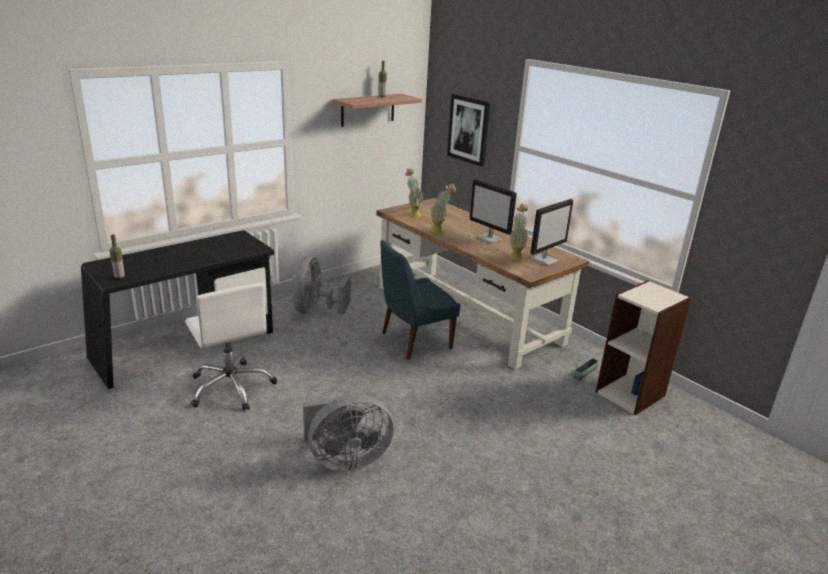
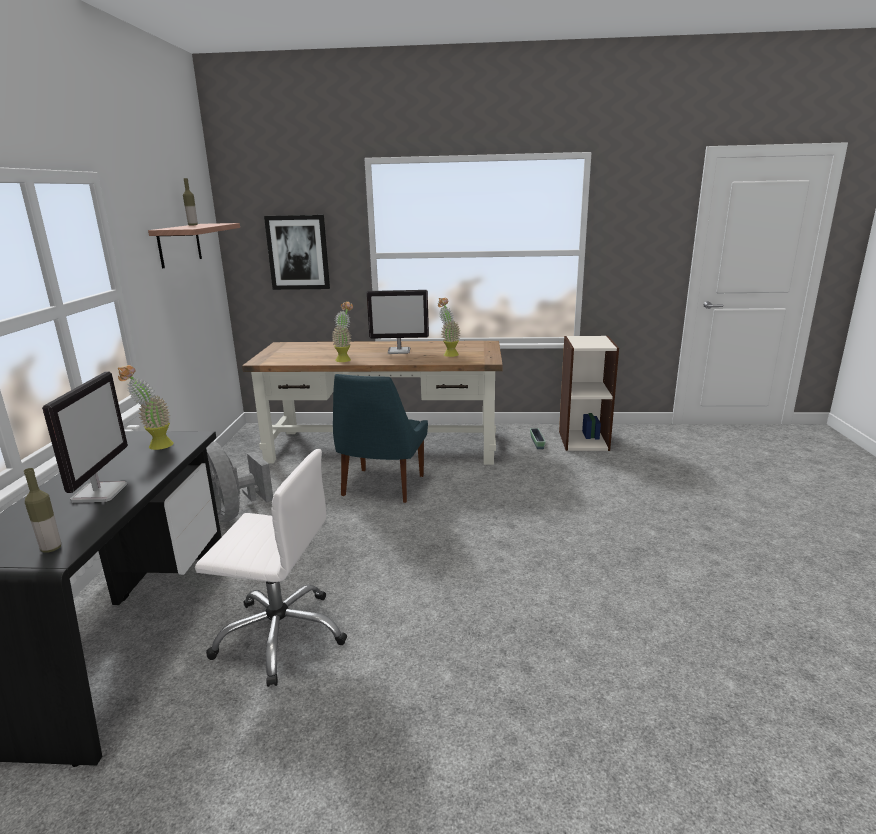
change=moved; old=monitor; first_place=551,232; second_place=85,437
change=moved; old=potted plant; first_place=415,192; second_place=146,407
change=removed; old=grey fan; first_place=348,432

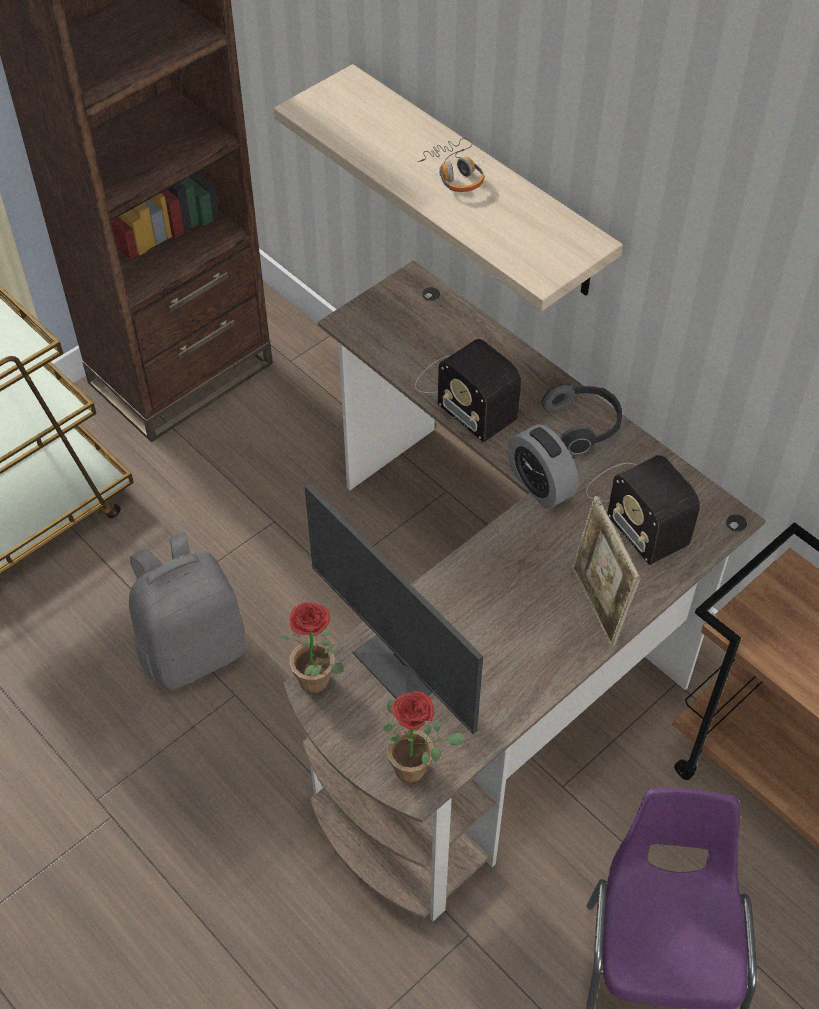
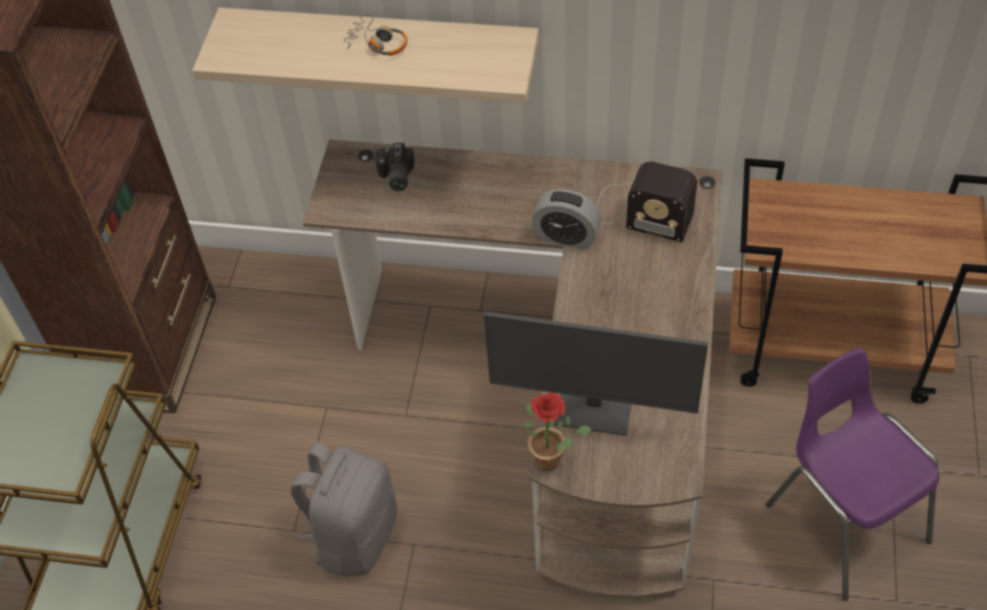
change=added; new=photo camera; second_place=394,167
change=removed; old=potted plant; first_place=424,737
change=removed; old=radio; first_place=468,390
change=removed; old=headphones; first_place=581,418
change=removed; old=picture frame; first_place=606,571

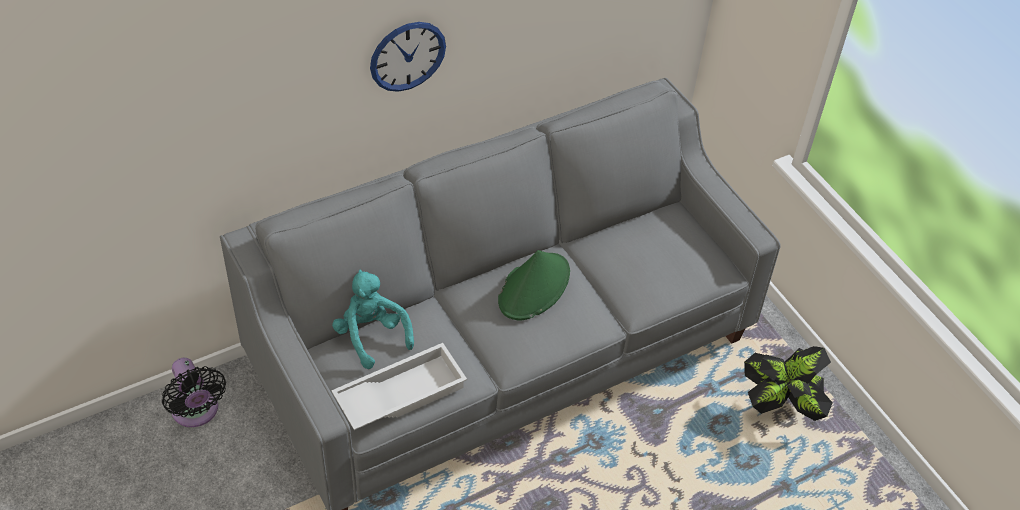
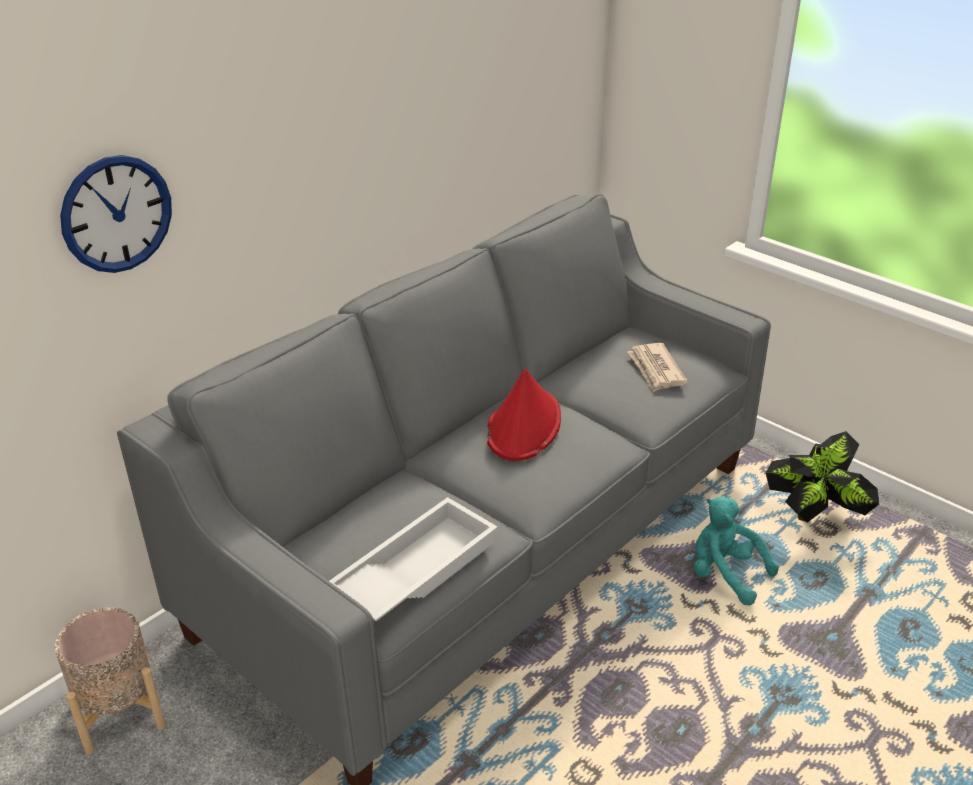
change=replaced; old=black fan; new=beige planter; first_place=194,392; second_place=110,681
change=moved; old=wall clock; first_place=408,57; second_place=116,214
change=recoloured; old=green hat; new=red hat; first_place=534,285; second_place=524,415
change=added; new=newspaper; second_place=657,367
change=moved; old=turquoise plush toy; first_place=373,319; second_place=736,551

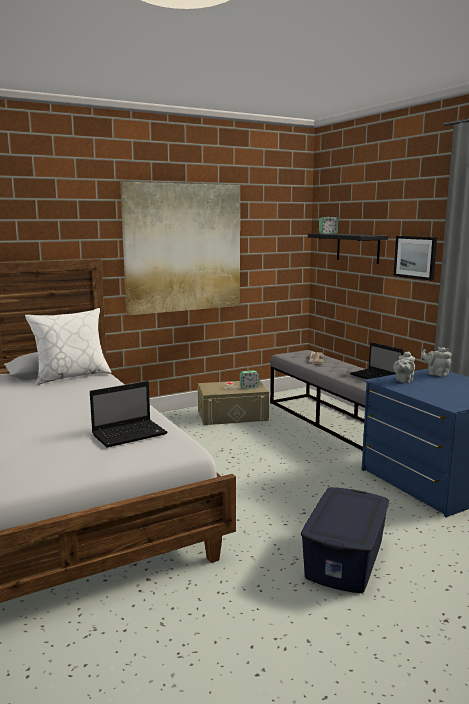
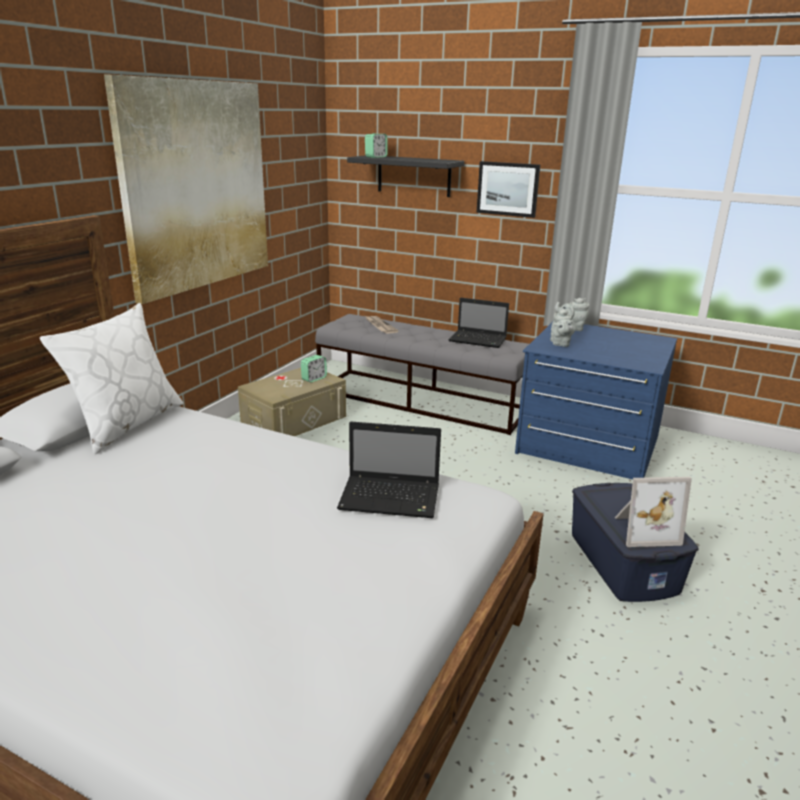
change=turned; old=laptop; first_place=129,414; second_place=389,470; degrees=75
change=added; new=picture frame; second_place=653,512

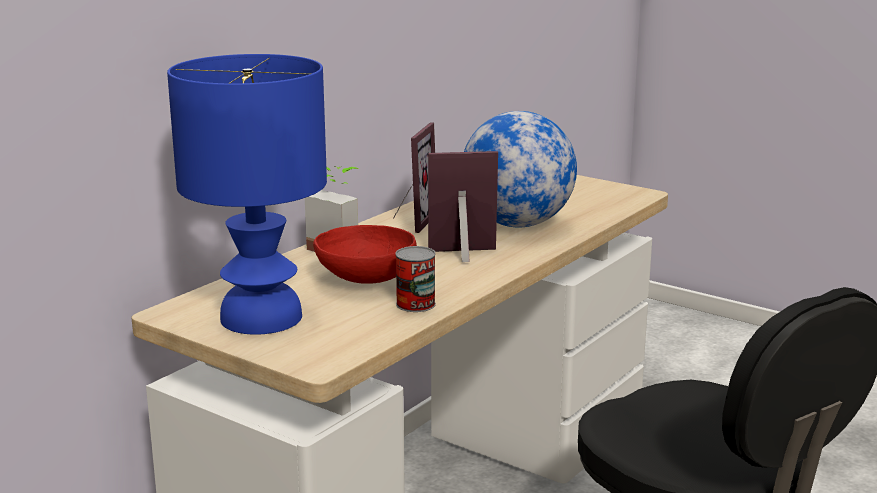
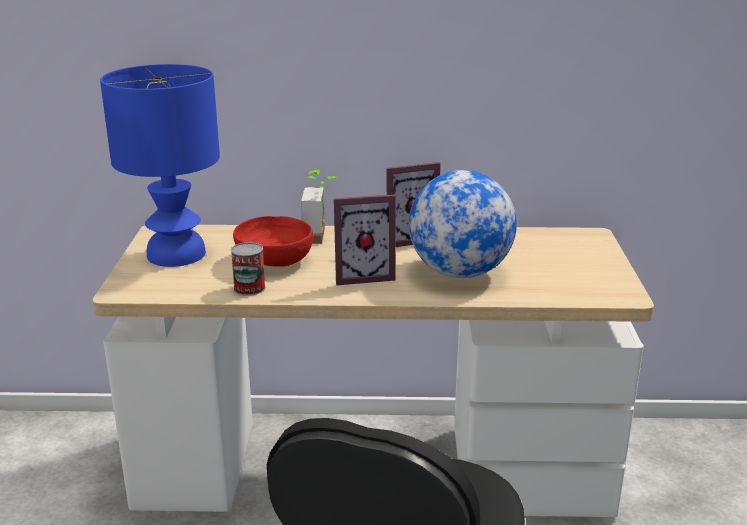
change=turned; old=picture frame; first_place=463,206; second_place=365,239; degrees=120

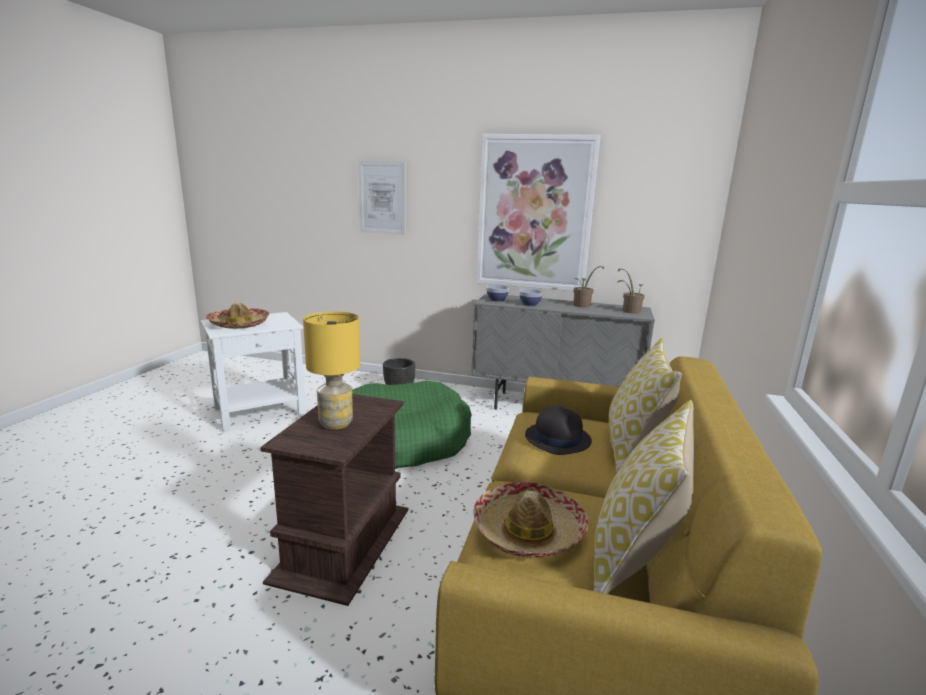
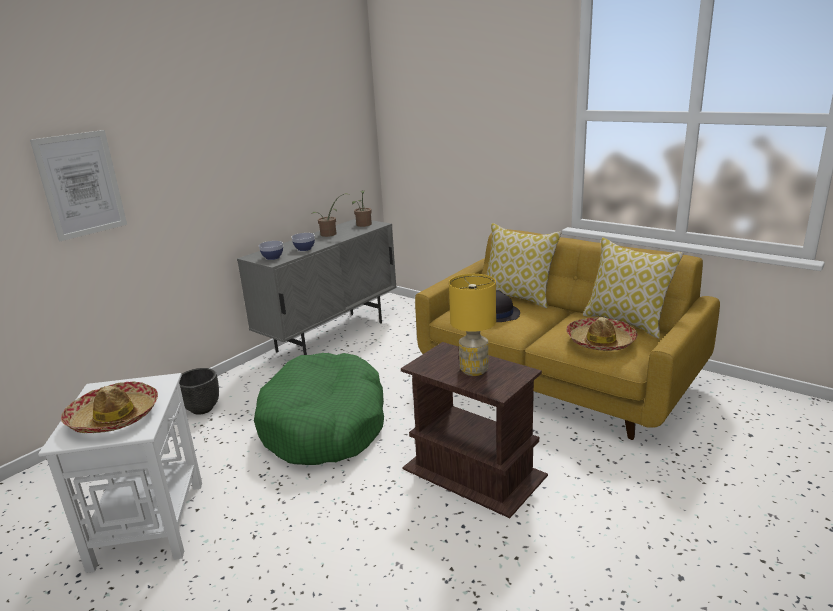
change=removed; old=picture; first_place=538,212

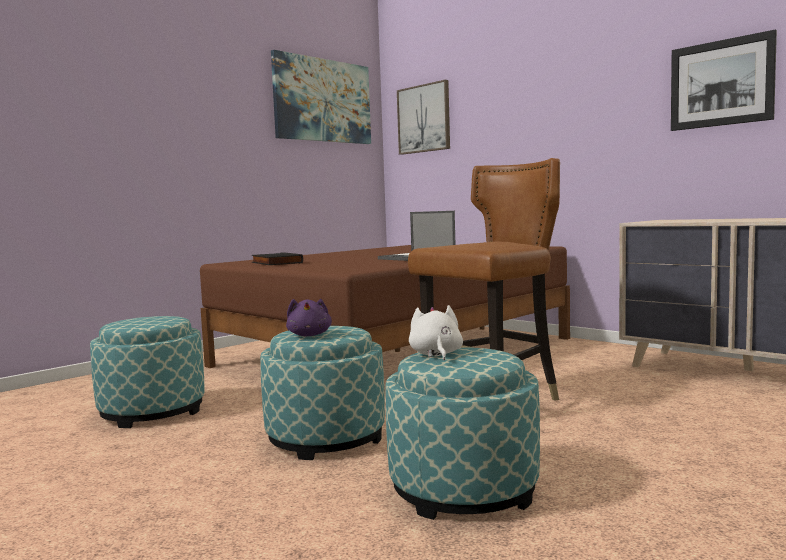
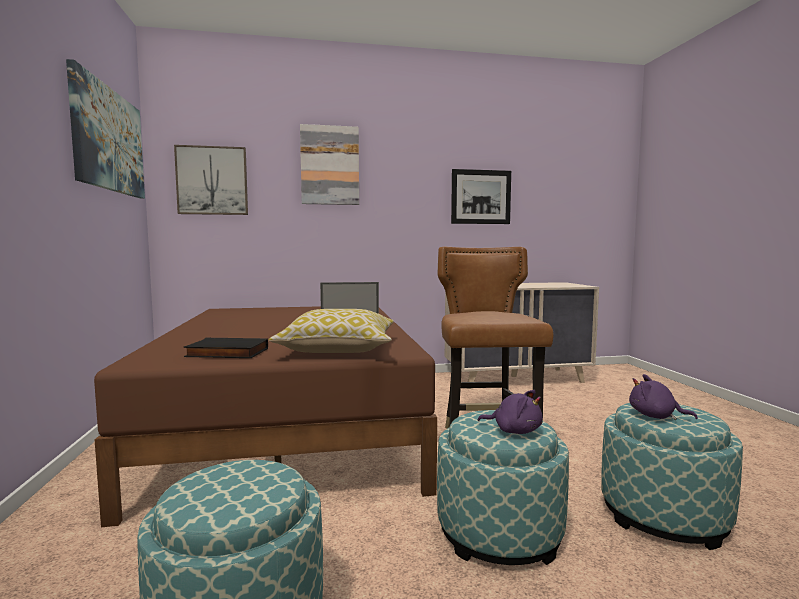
change=added; new=pillow; second_place=331,331
change=added; new=picture; second_place=329,164
change=recoloured; old=white plush toy; new=purple plush toy; first_place=436,332; second_place=663,397

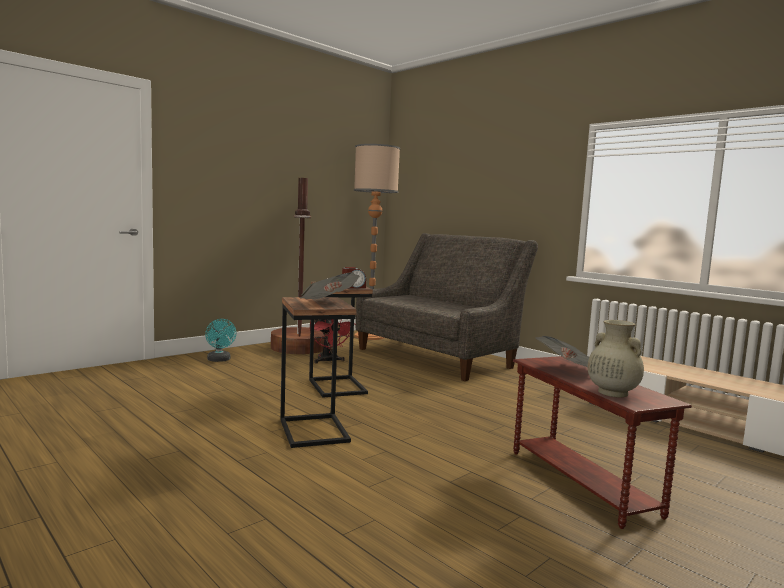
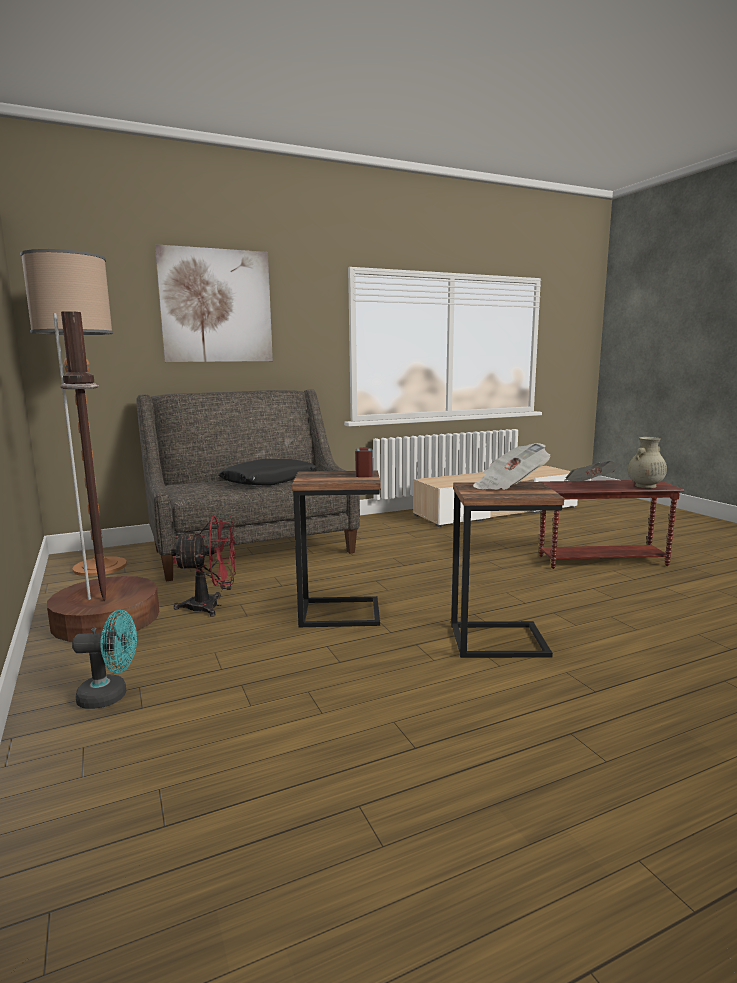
change=added; new=picture; second_place=214,303
change=added; new=black pillow; second_place=267,472

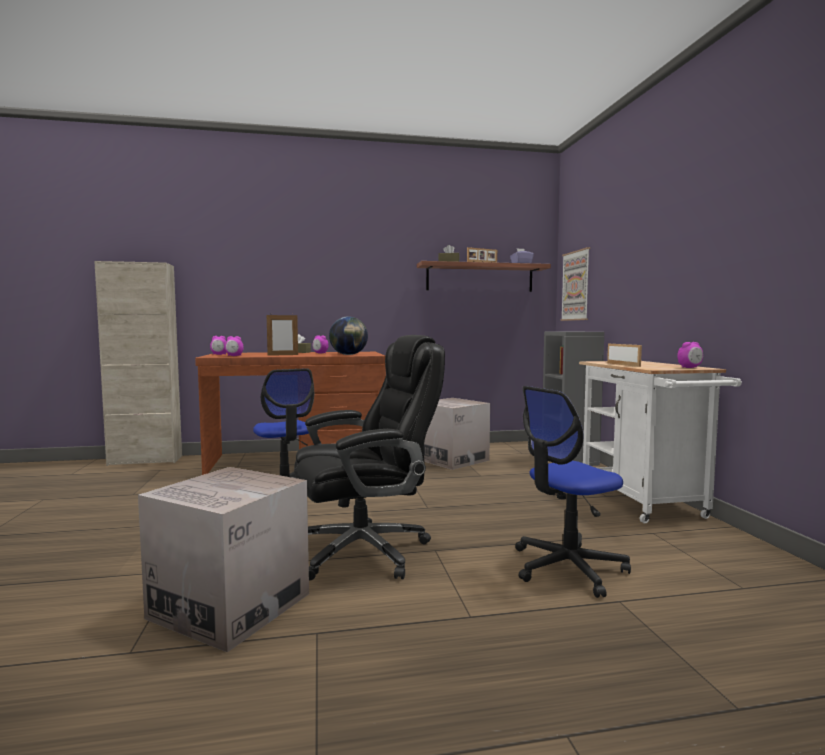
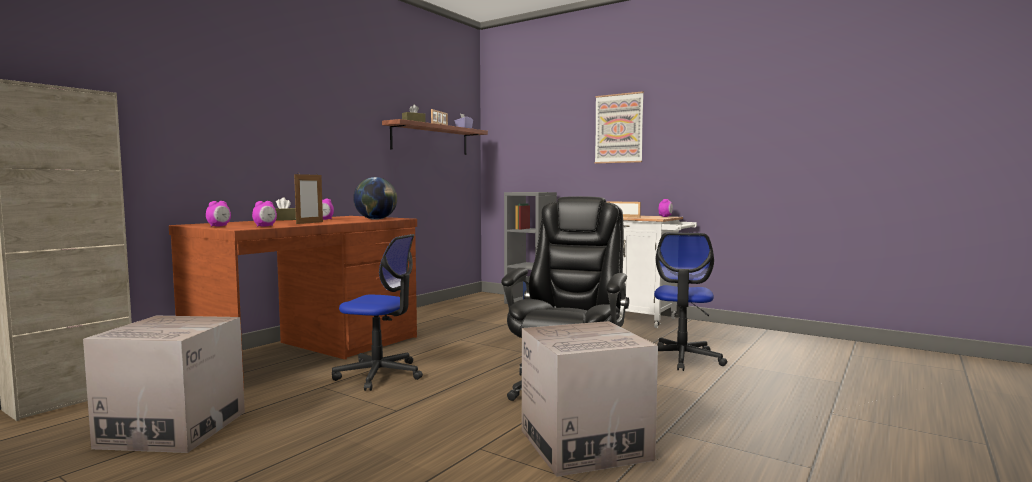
change=moved; old=cardboard box; first_place=457,434; second_place=164,384
change=moved; old=picture; first_place=575,284; second_place=619,127

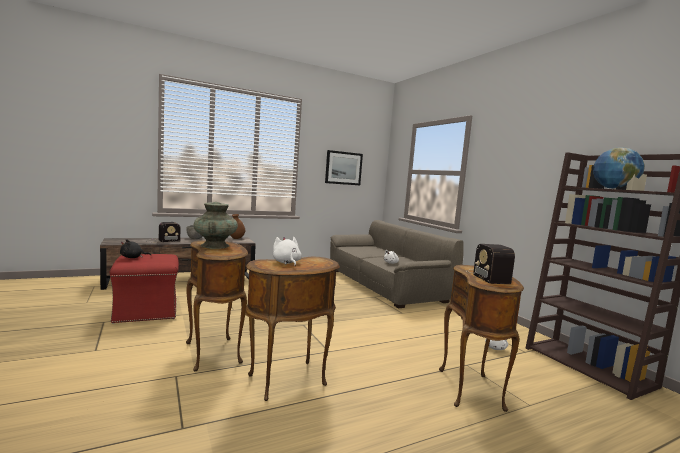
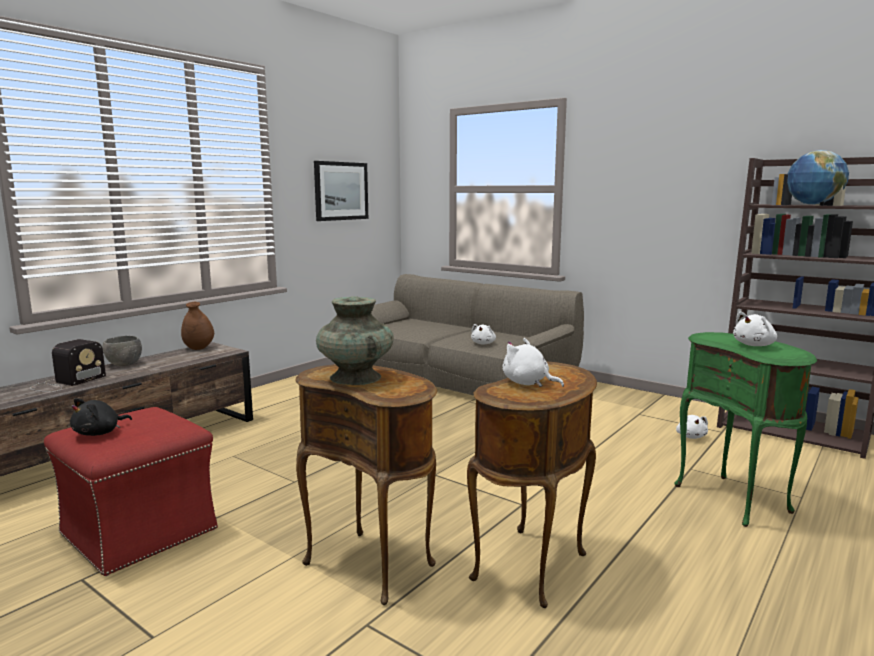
change=recoloured; old=brown side table; new=green side table; first_place=481,338; second_place=745,429
change=replaced; old=radio; new=white plush toy; first_place=490,264; second_place=755,328

